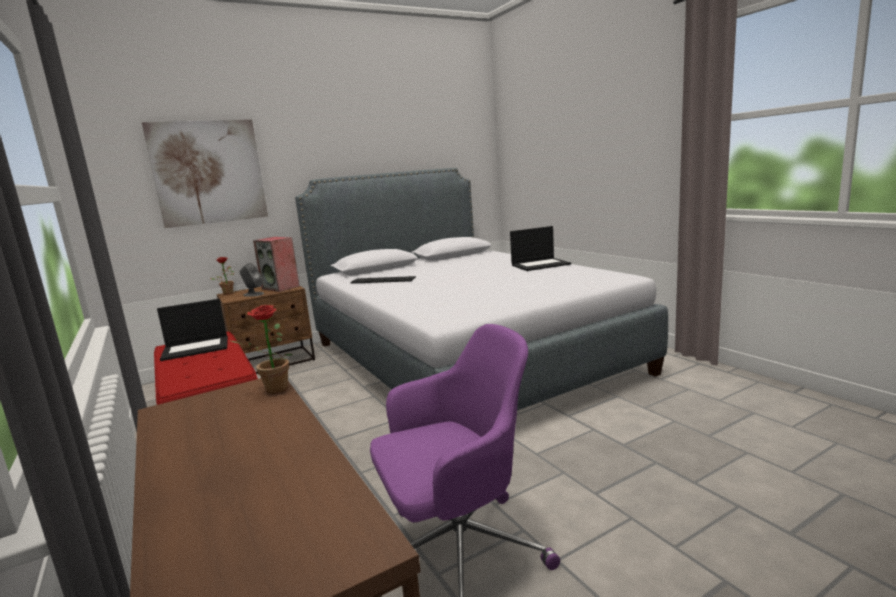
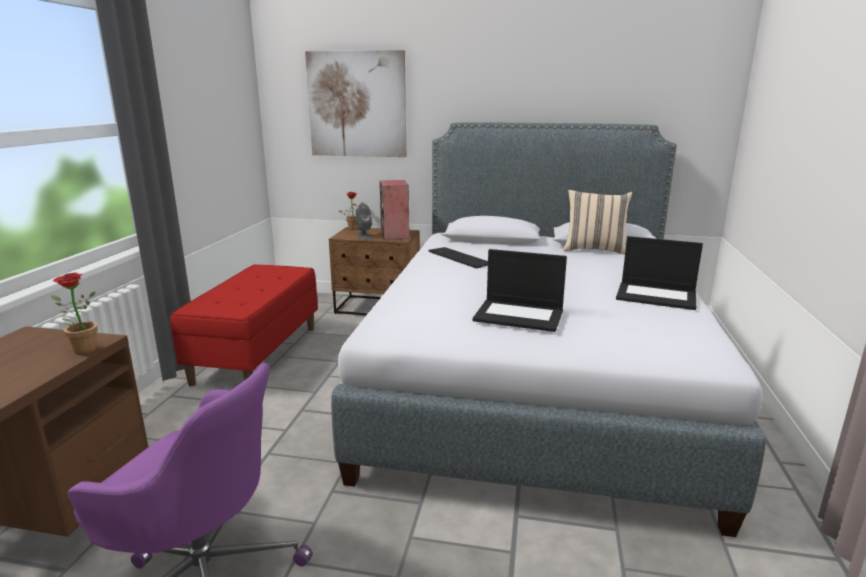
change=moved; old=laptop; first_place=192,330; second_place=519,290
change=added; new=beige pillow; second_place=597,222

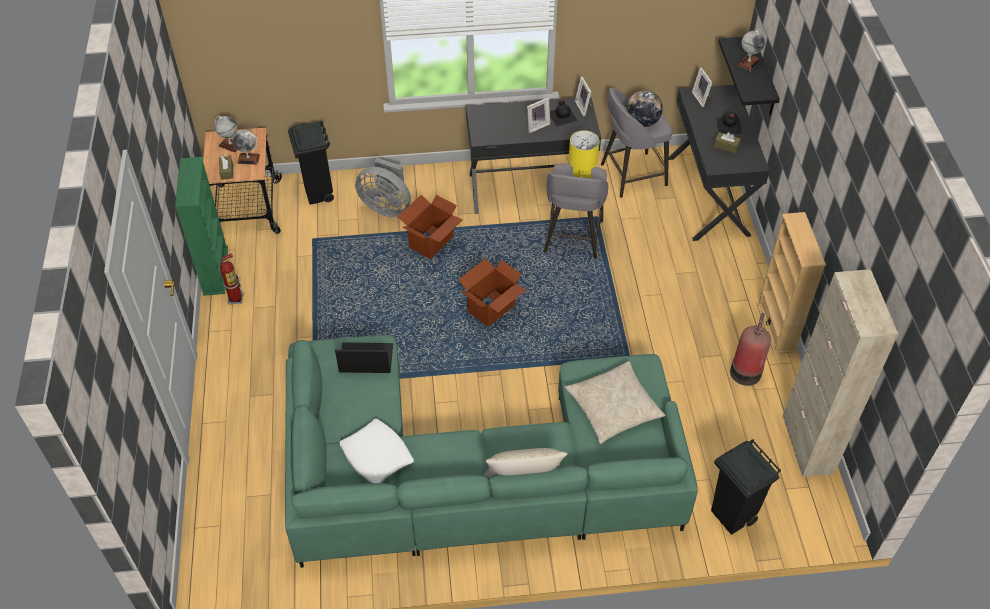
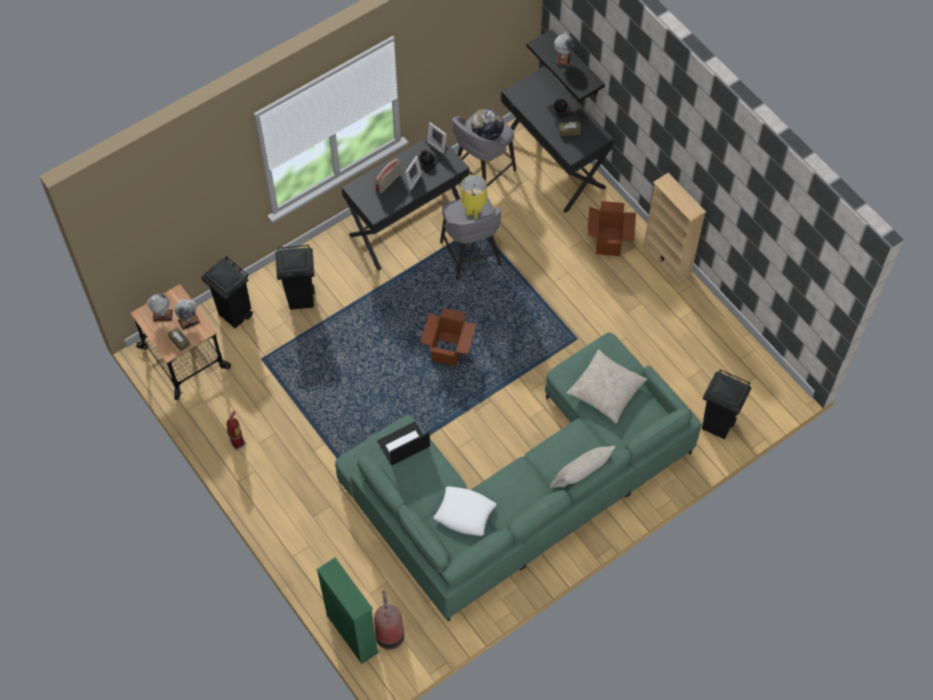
change=replaced; old=grey fan; new=black trash can; first_place=383,187; second_place=295,277
change=moved; old=green bookcase; first_place=201,226; second_place=347,611
change=moved; old=fire extinguisher; first_place=750,349; second_place=389,620
change=added; new=radio; second_place=388,176
change=moved; old=cardboard box; first_place=430,227; second_place=611,228
change=removed; old=picture frame; first_place=702,87
change=removed; old=beige cabinet; first_place=840,373

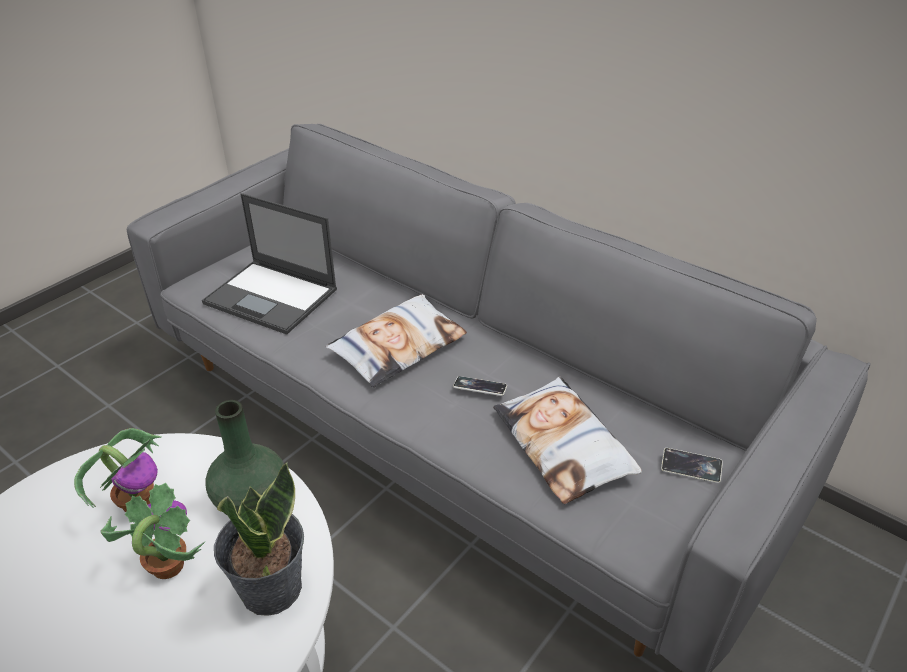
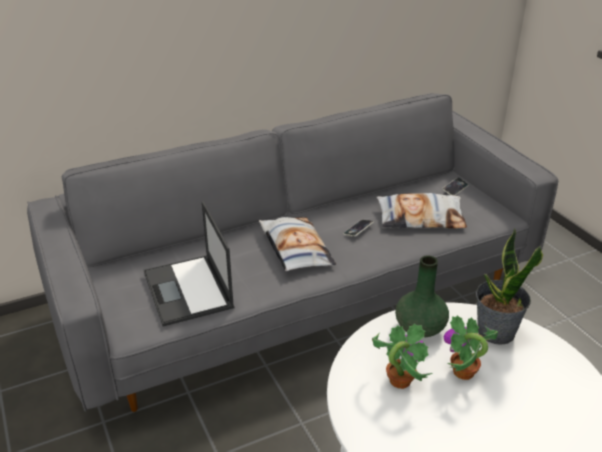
change=turned; old=laptop; first_place=269,264; second_place=189,263; degrees=105

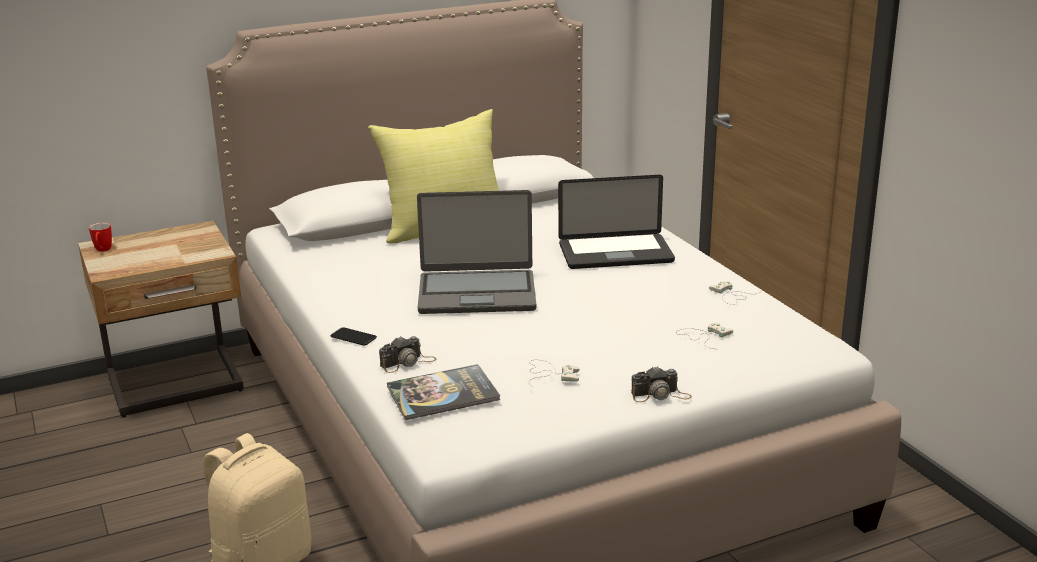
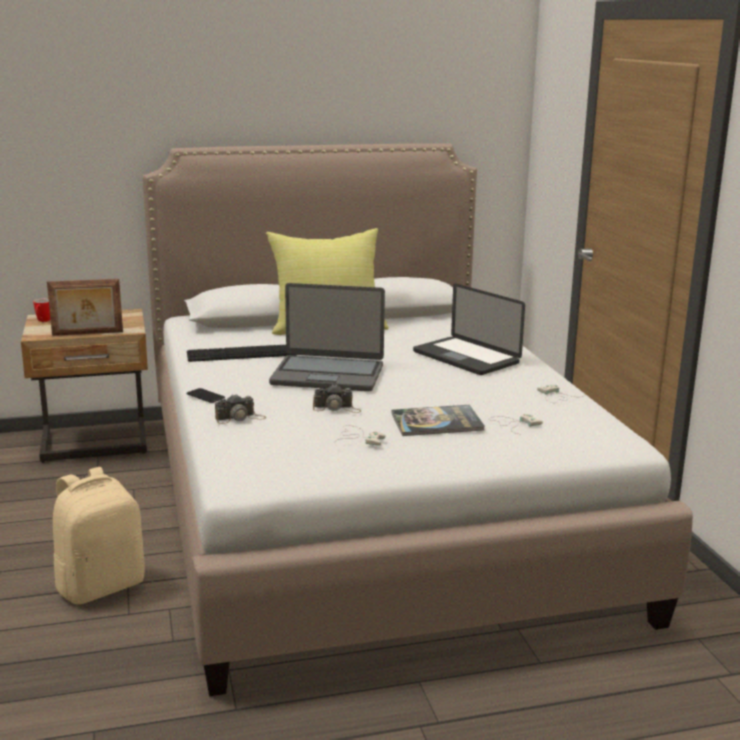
change=added; new=picture frame; second_place=85,307
change=added; new=keyboard; second_place=242,353
change=moved; old=photo camera; first_place=661,384; second_place=337,398
change=moved; old=book; first_place=443,392; second_place=438,420
change=turned; old=laptop; first_place=616,222; second_place=469,329; degrees=45

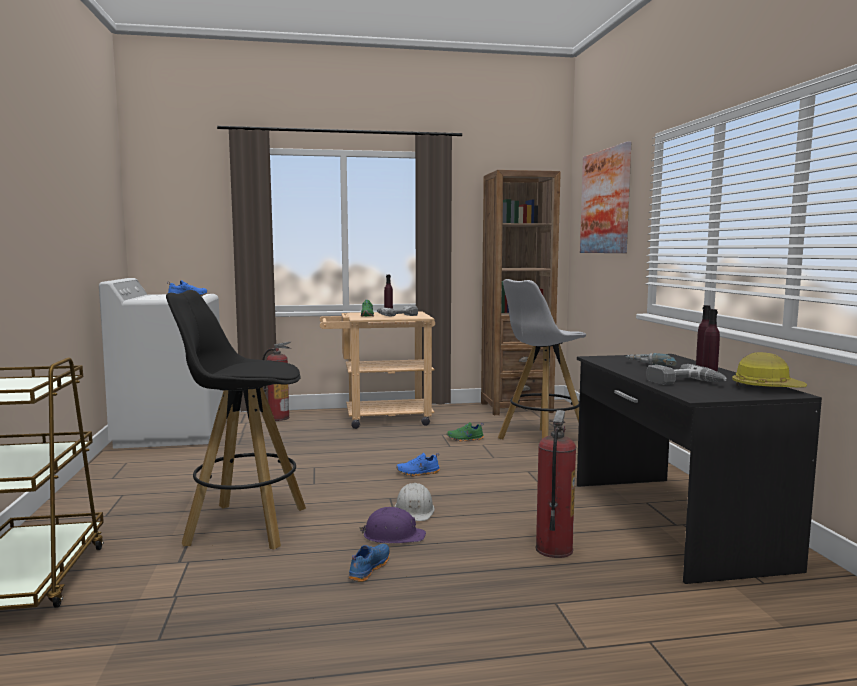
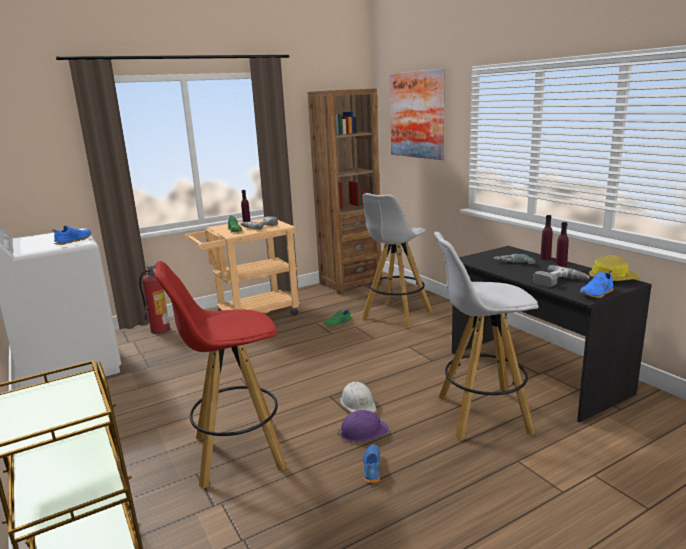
change=recoloured; old=black stool; new=red stool; first_place=236,419; second_place=220,375
change=replaced; old=fire extinguisher; new=white stool; first_place=556,484; second_place=486,336
change=moved; old=blue shoe; first_place=418,465; second_place=596,284

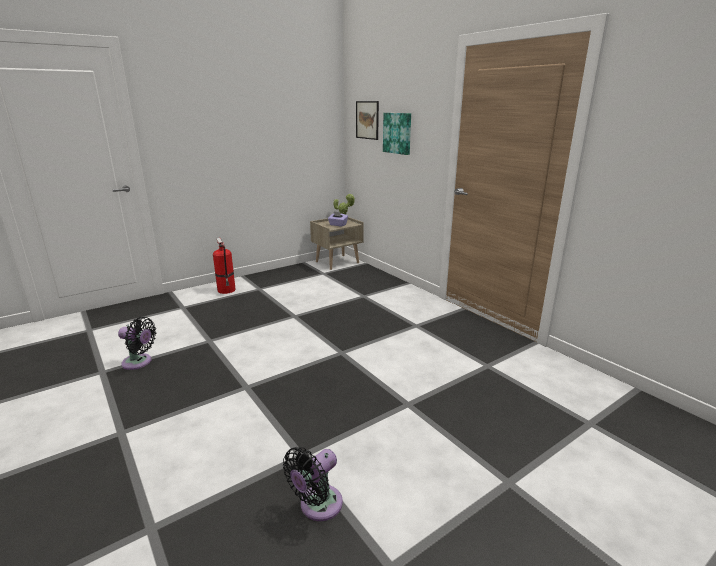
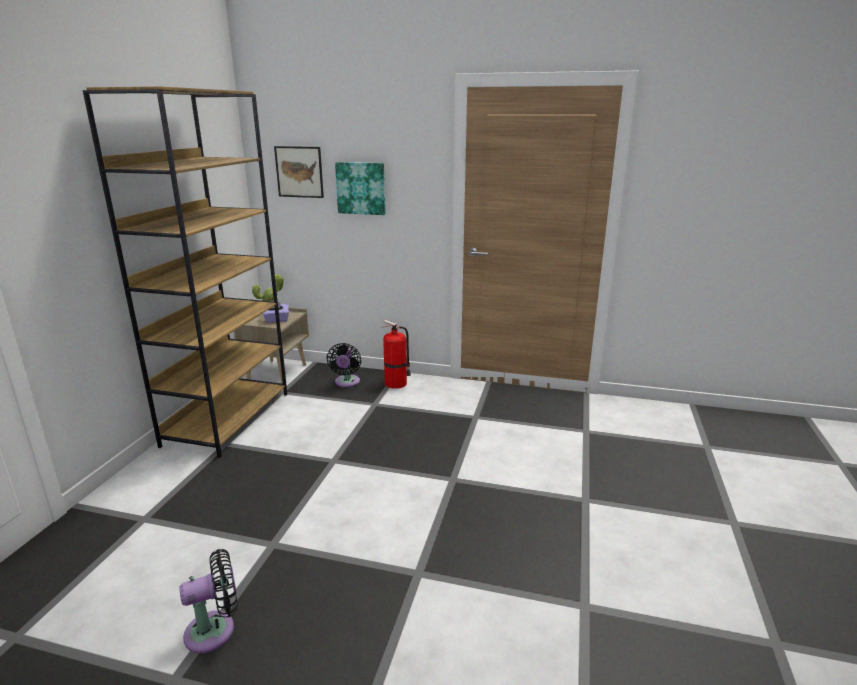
change=added; new=brown bookcase; second_place=185,272
change=moved; old=black fan; first_place=313,484; second_place=344,365
change=moved; old=fire extinguisher; first_place=224,266; second_place=396,354

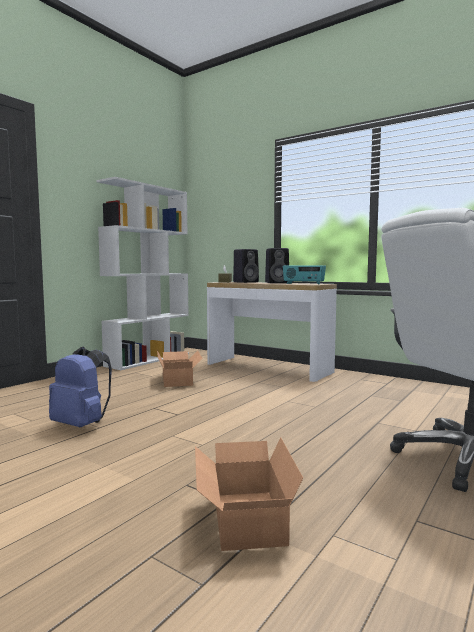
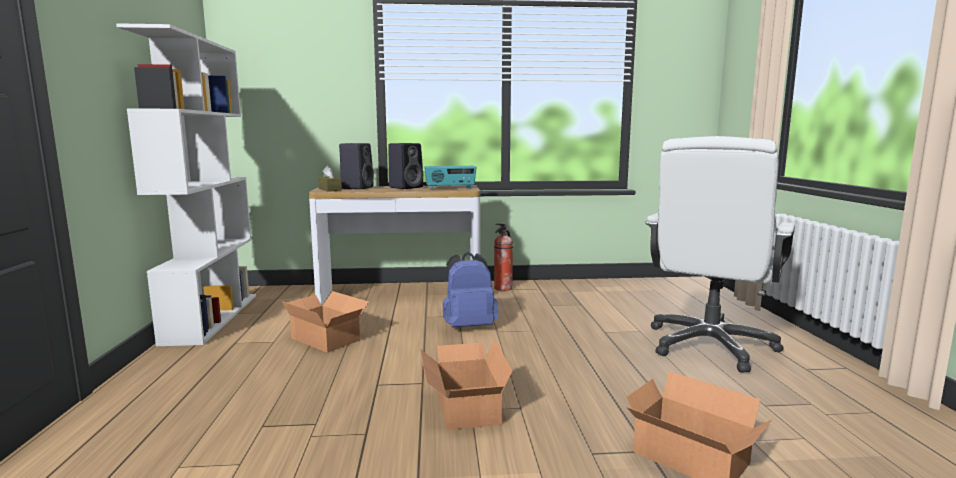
change=added; new=cardboard box; second_place=466,384
change=moved; old=blue backpack; first_place=80,386; second_place=470,289
change=added; new=fire extinguisher; second_place=503,257

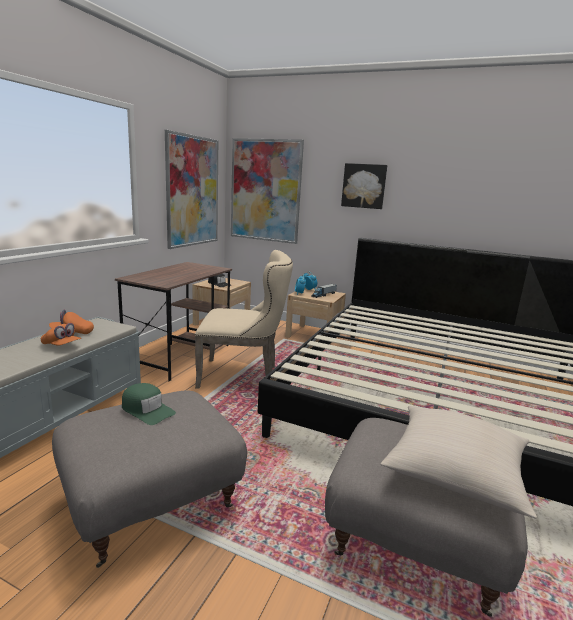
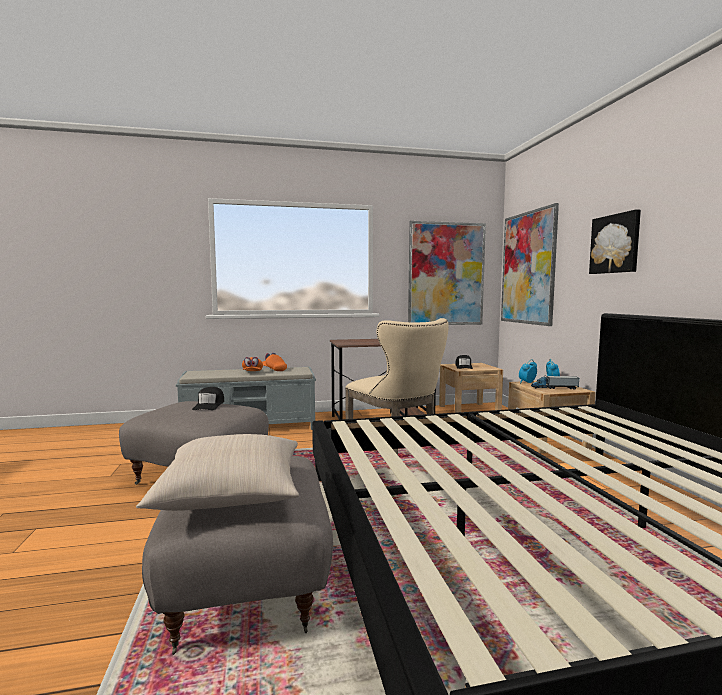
change=recoloured; old=green cap; new=black cap; first_place=149,404; second_place=208,398

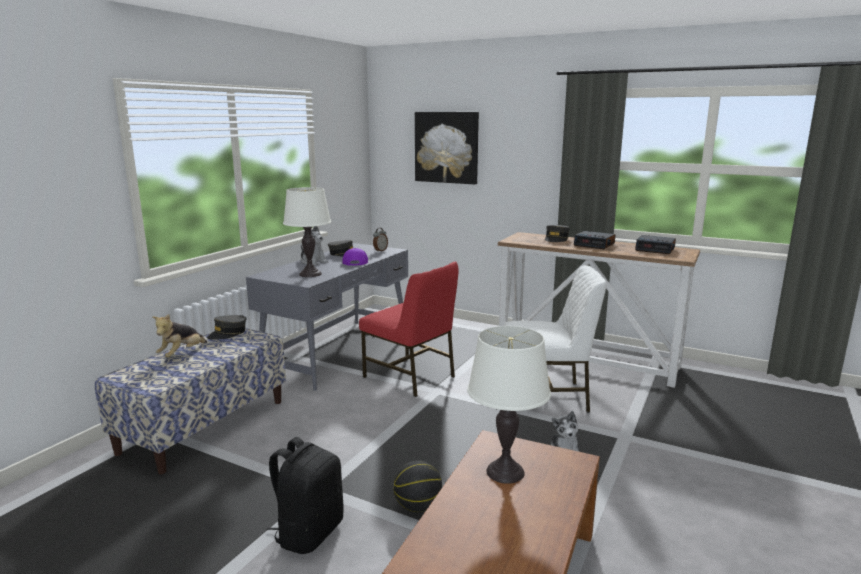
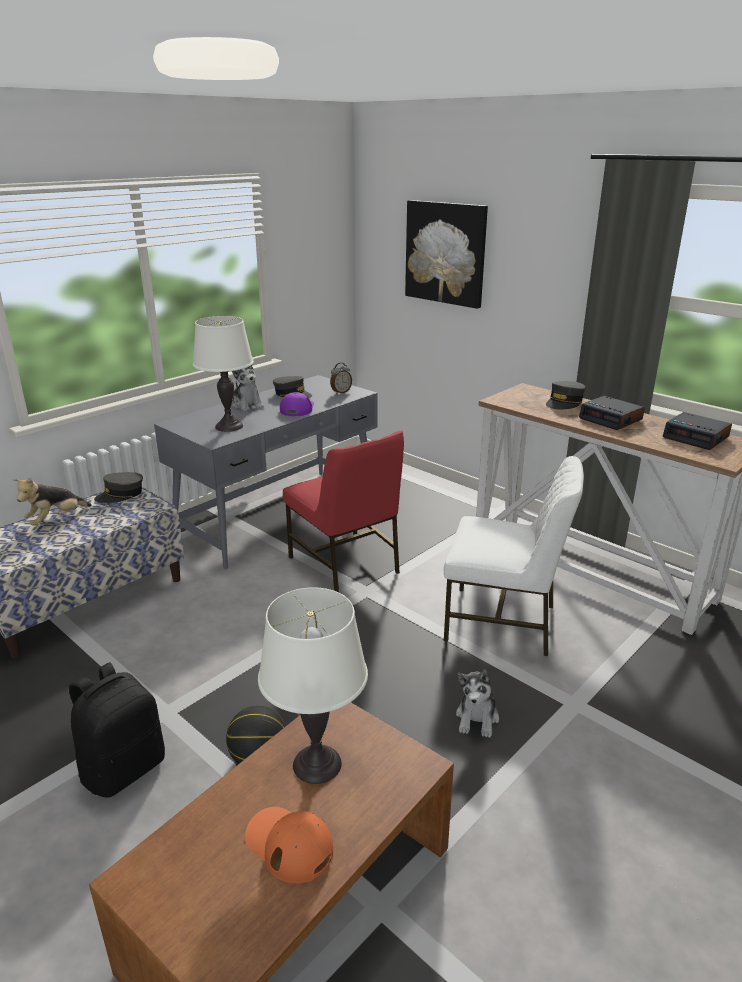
change=added; new=orange cap; second_place=289,845

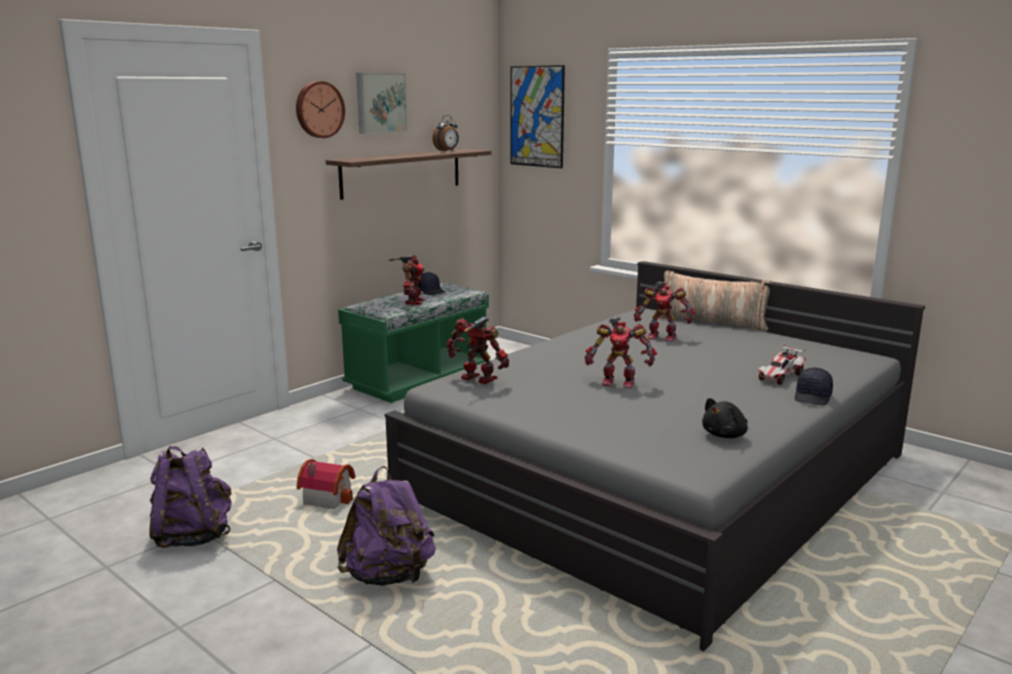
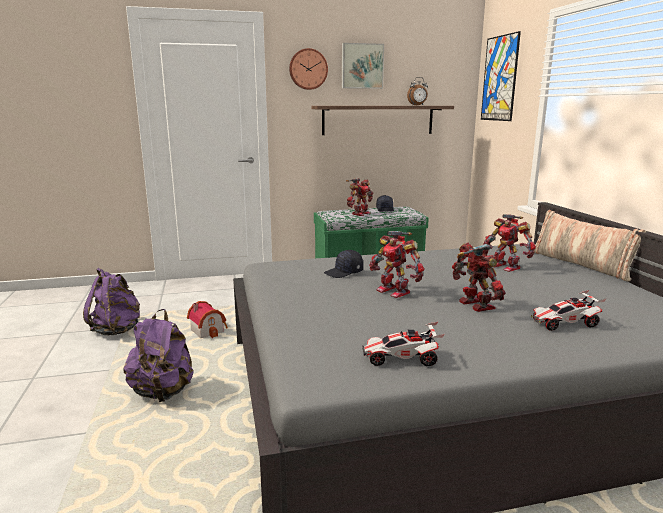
change=moved; old=black cap; first_place=814,386; second_place=343,264
change=replaced; old=black plush toy; new=toy car; first_place=725,418; second_place=403,344
change=moved; old=toy robot; first_place=478,350; second_place=479,277

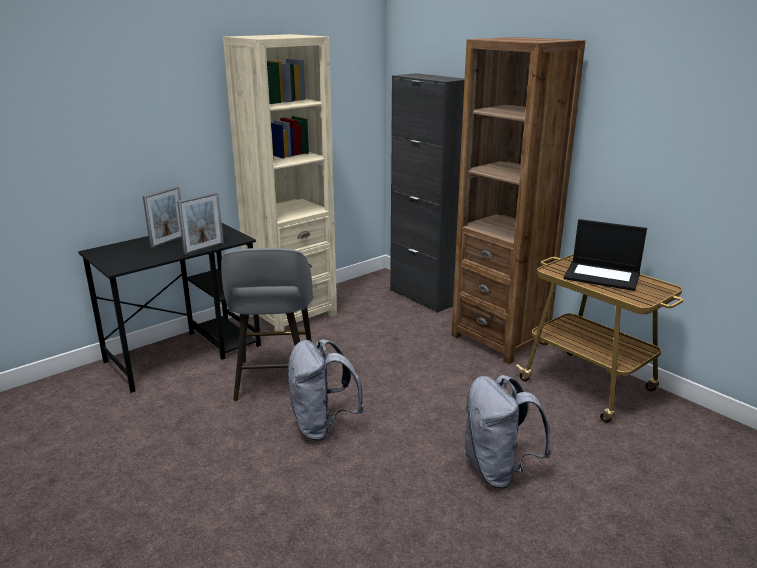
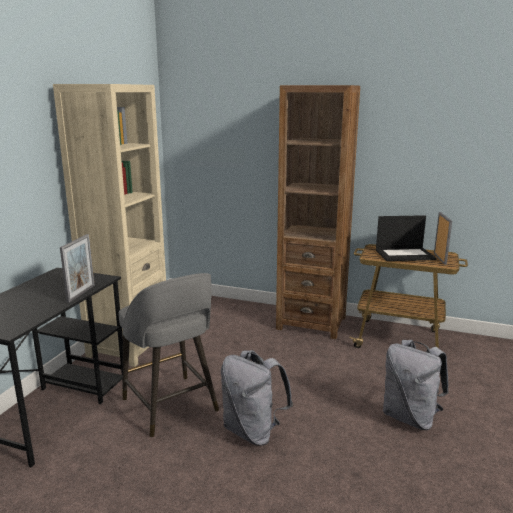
change=moved; old=picture frame; first_place=162,217; second_place=443,238
change=removed; old=black cabinet; first_place=427,193

